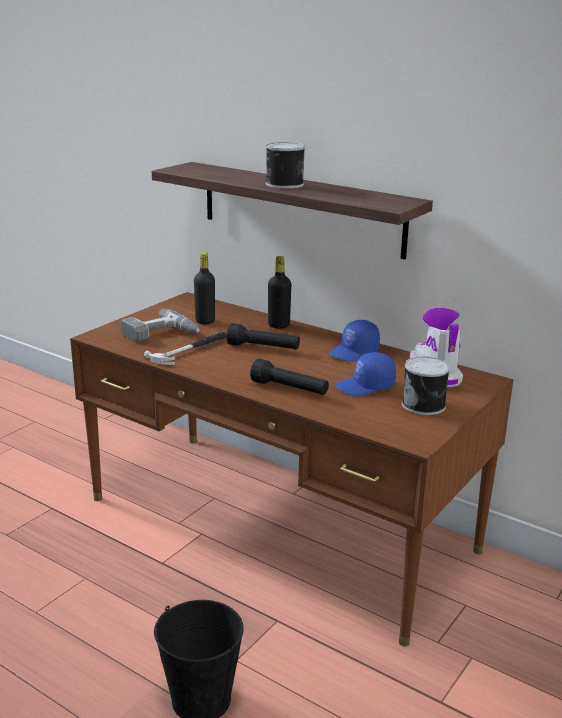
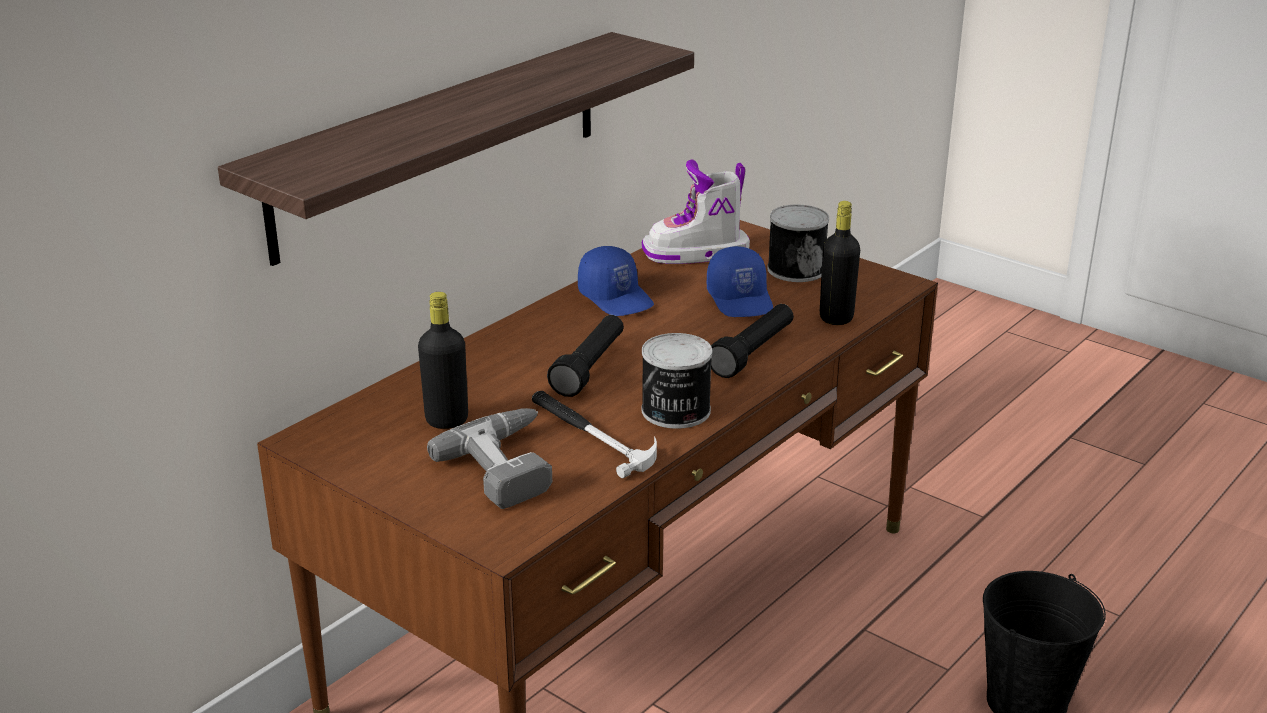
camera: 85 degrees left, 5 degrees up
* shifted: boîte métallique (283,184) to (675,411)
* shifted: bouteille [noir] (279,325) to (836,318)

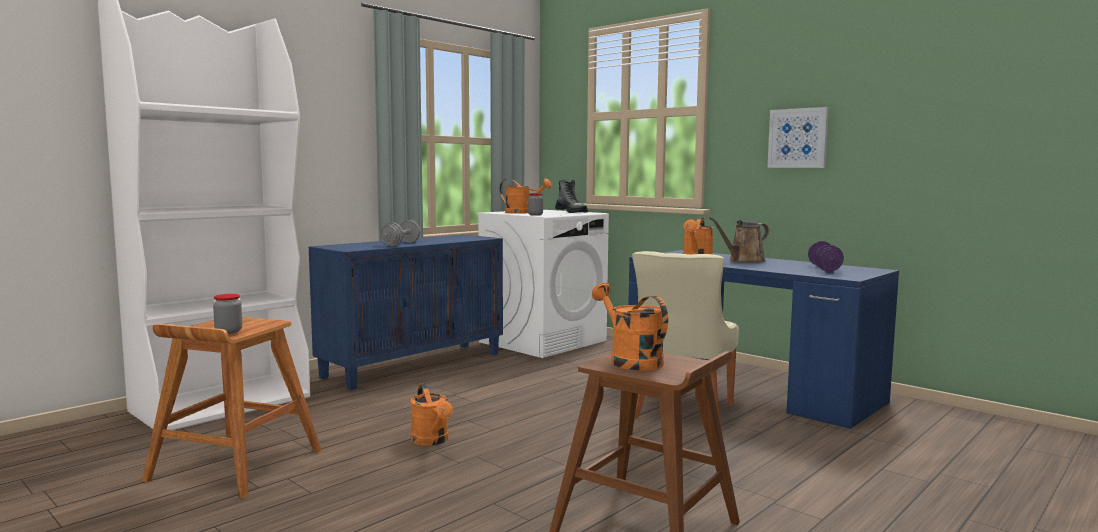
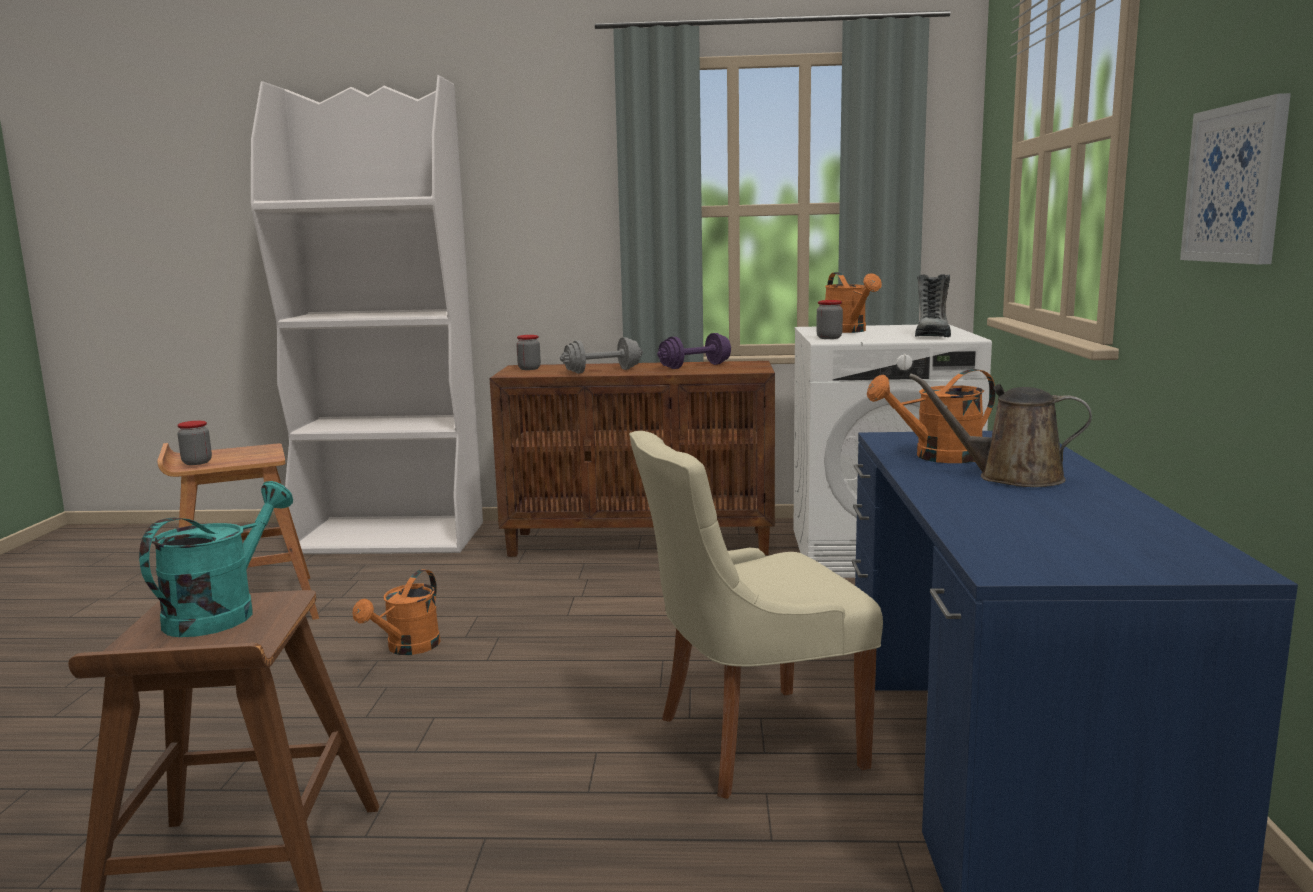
camera: 50 degrees right, 5 degrees up
* new: bocal (529,369)
* shifted: haltère [violet] (824,268) to (695,366)
* repainted: meuble de rangement [bleu] (414,365) to meuble de rangement [marron] (641,542)
* repainted: arrosoir [orange] (630,360) to arrosoir [turquoise] (222,612)

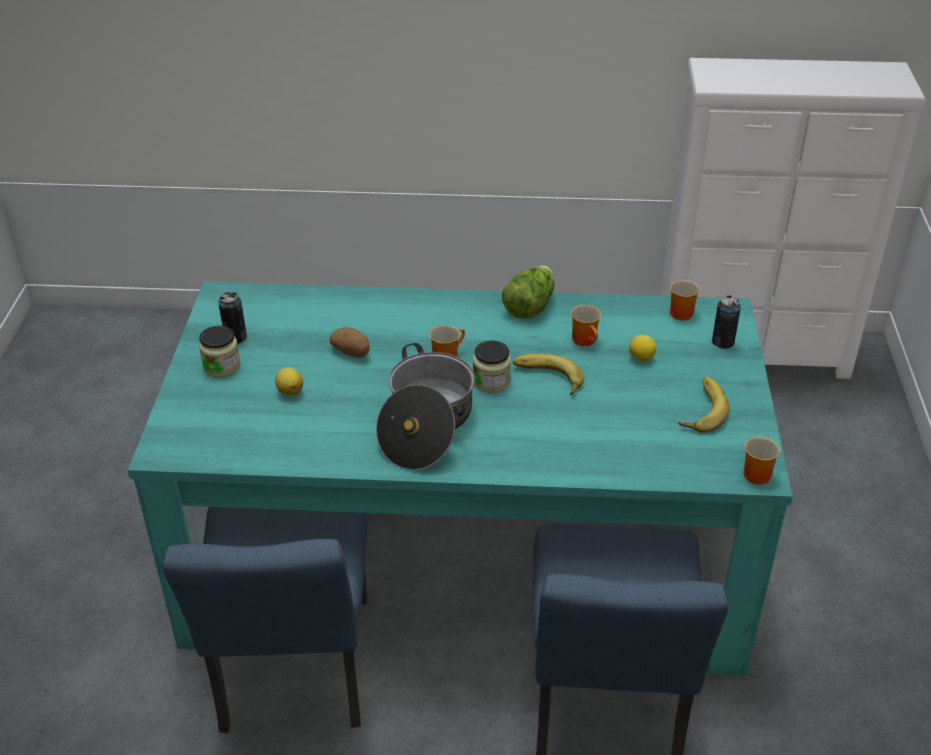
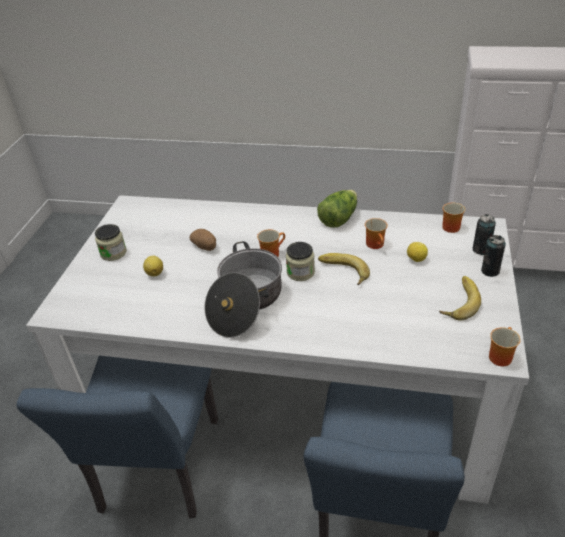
camera: 10 degrees right, 0 degrees up
* shifted: boîte métallique (235,337) to (490,271)
* repainted: table à manger [turquoise] (466,555) to table à manger [blanc] (291,392)

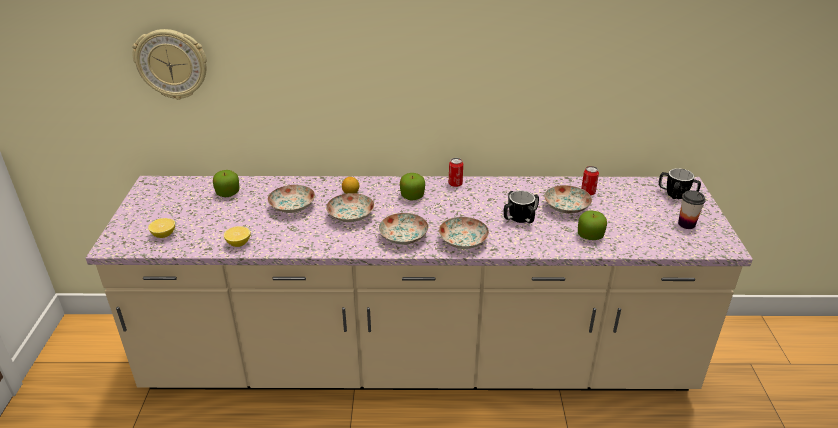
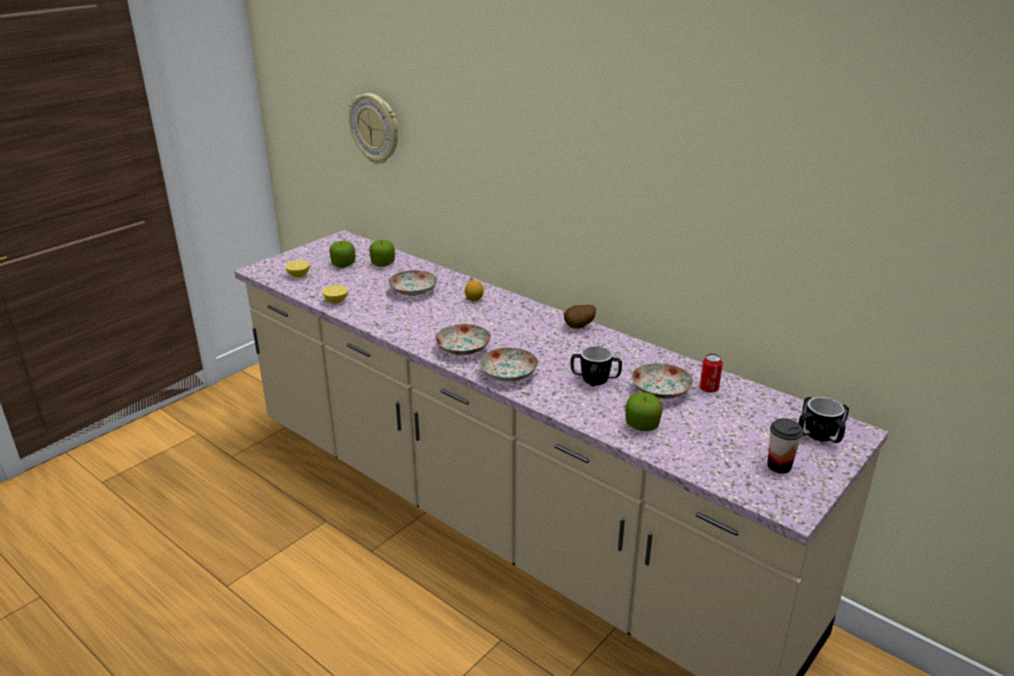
camera: 40 degrees right, 5 degrees down
* gone: assiette (351,215)
* shifted: pomme (412,196) to (343,264)
* swapped: boîte métallique (455,184) to pomme de terre (579,327)

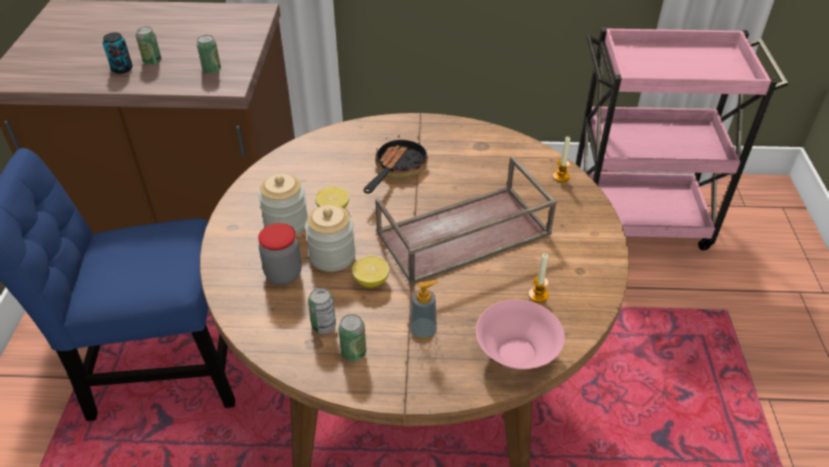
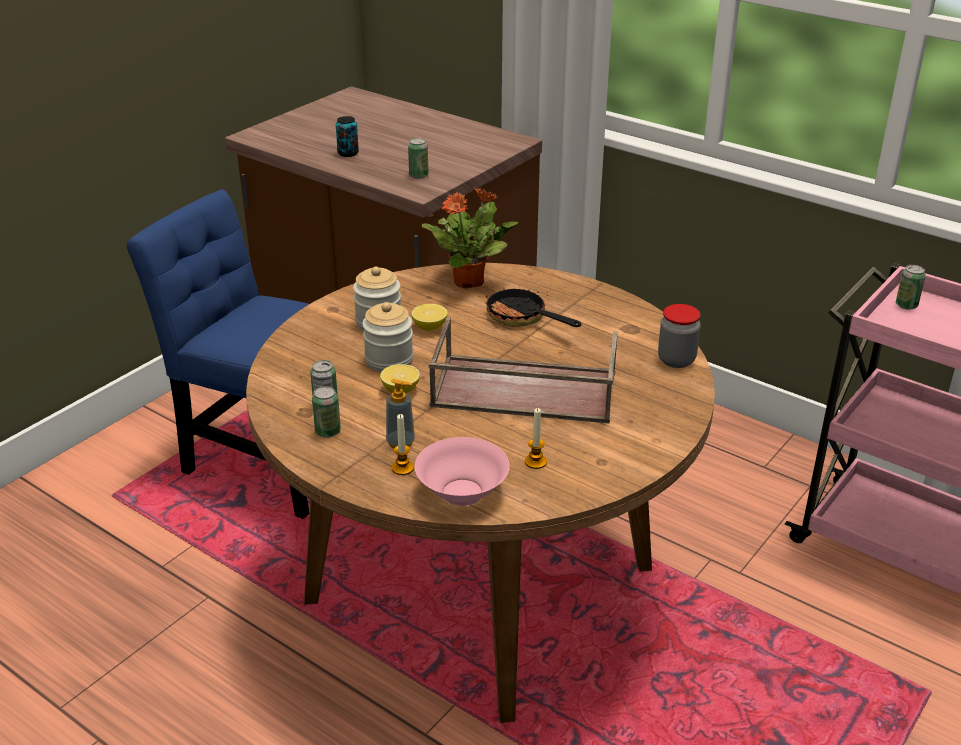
camera: 35 degrees right, 10 degrees down
* new: plante en pot (470,281)
* shifted: boîte métallique (152,61) to (906,305)
* shifted: bocal (283,274) to (676,360)
* shifted: bougie (561,177) to (402,468)
* rotated: poêle (396,169) = (522,318) 105 degrees counterclockwise

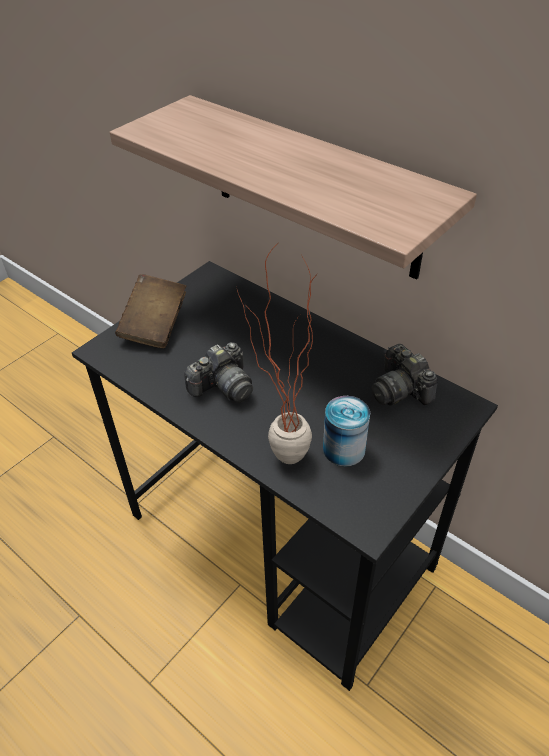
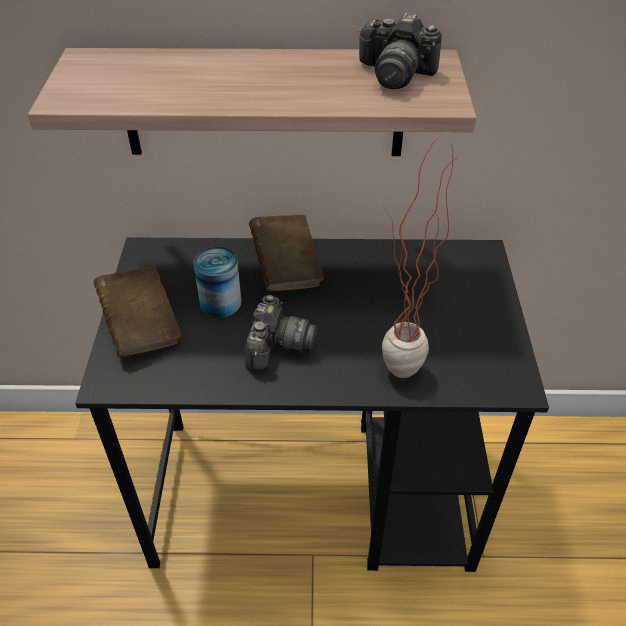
camera: 40 degrees left, 0 degrees up
* new: livre [marron] (286,268)
* shifted: boîte métallique (344,449) to (220,302)
* shifted: appareil photo (400,390) to (395,74)

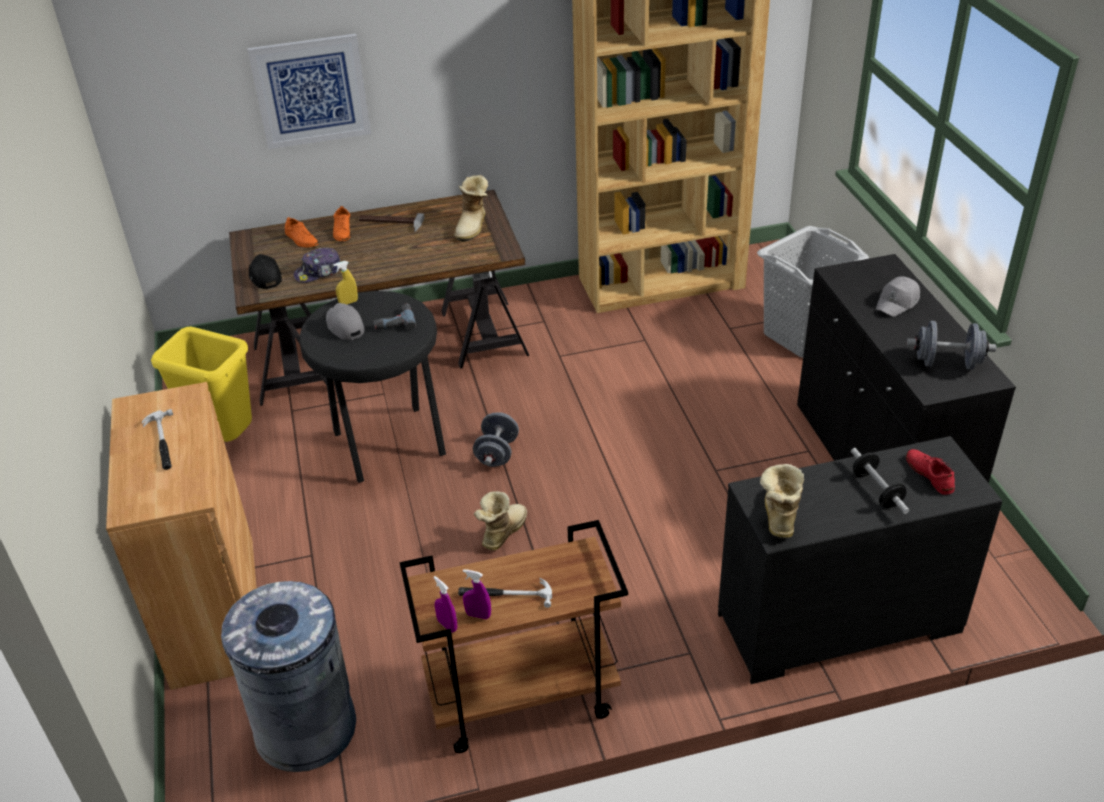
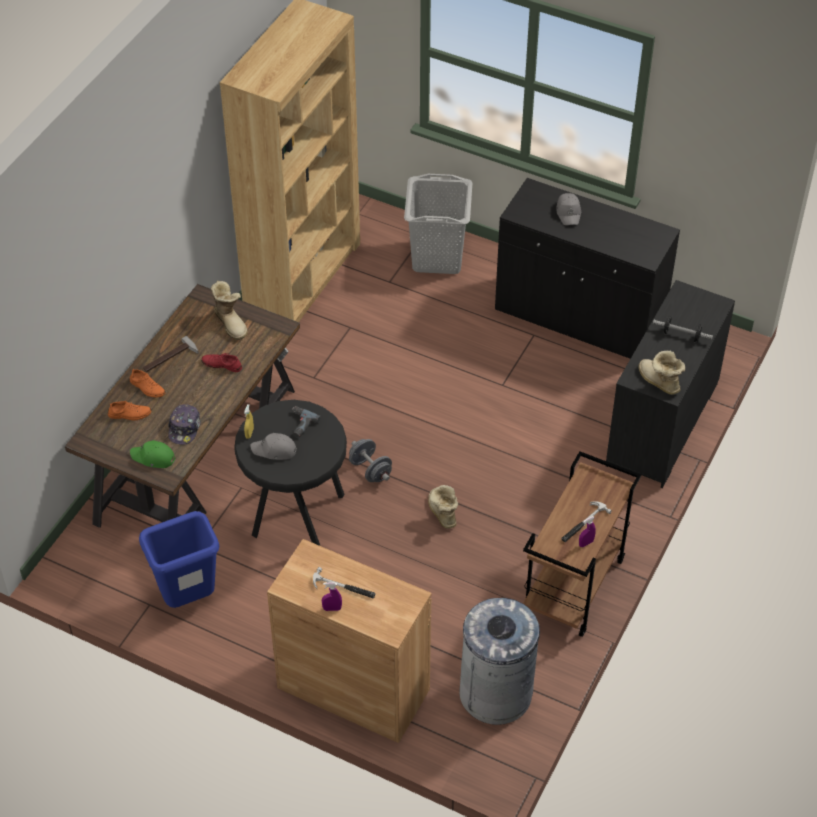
camera: 50 degrees left, 10 degrees up
* gone: tableau (311,91)
* gone: haltère [gris] (947,363)
* shifted: vaporisateur [violet] (447,625) to (332,608)
* shifted: chaussure [rouge] (929,474) to (222,364)
* repainted: poubelle [jaune] (225,441) to poubelle [bleu] (189,598)
* repainted: casquette [noir] (264,276) to casquette [vert] (153,458)

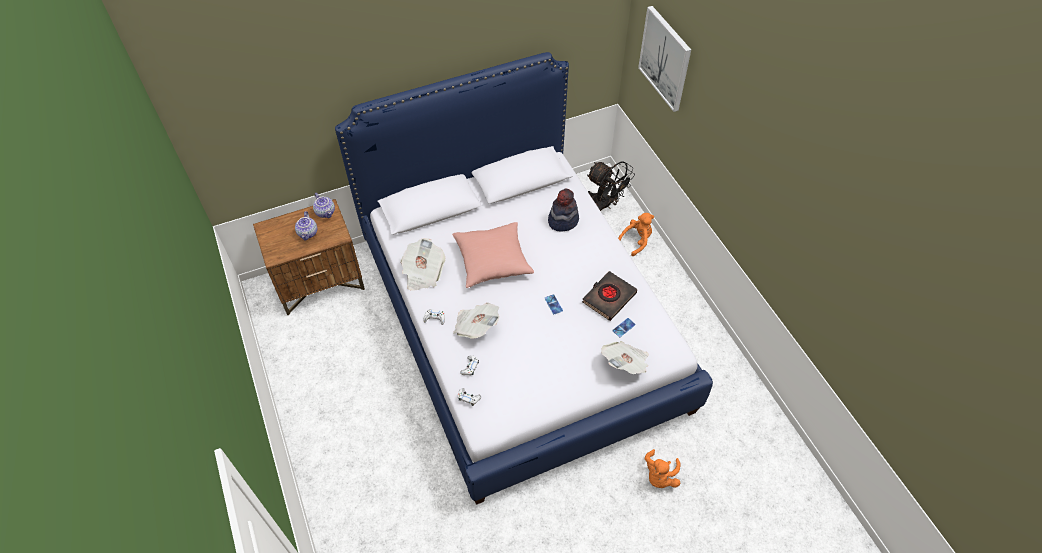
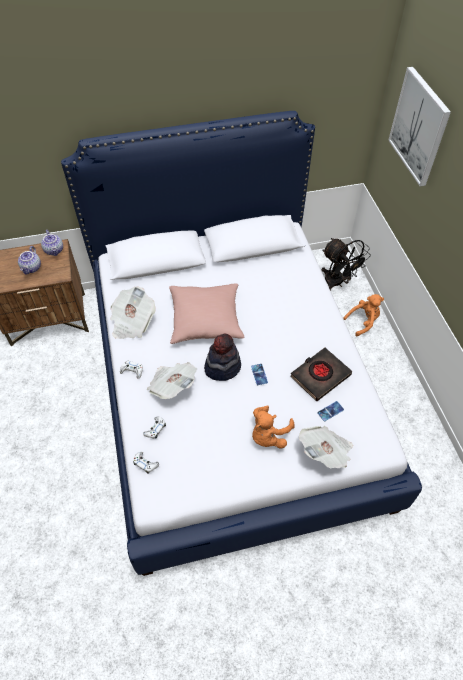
camera: 10 degrees right, 0 degrees up
* shifted: chapeau (563,220) to (222,367)
* shifted: peluche [orange] (659,476) to (268,435)

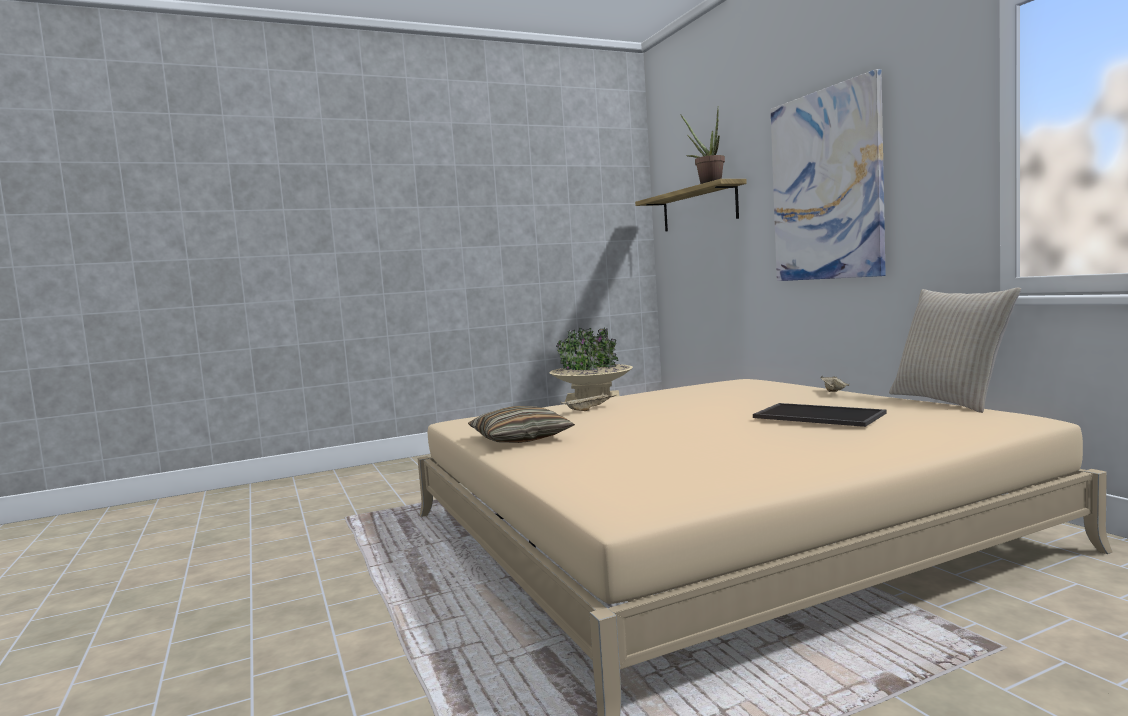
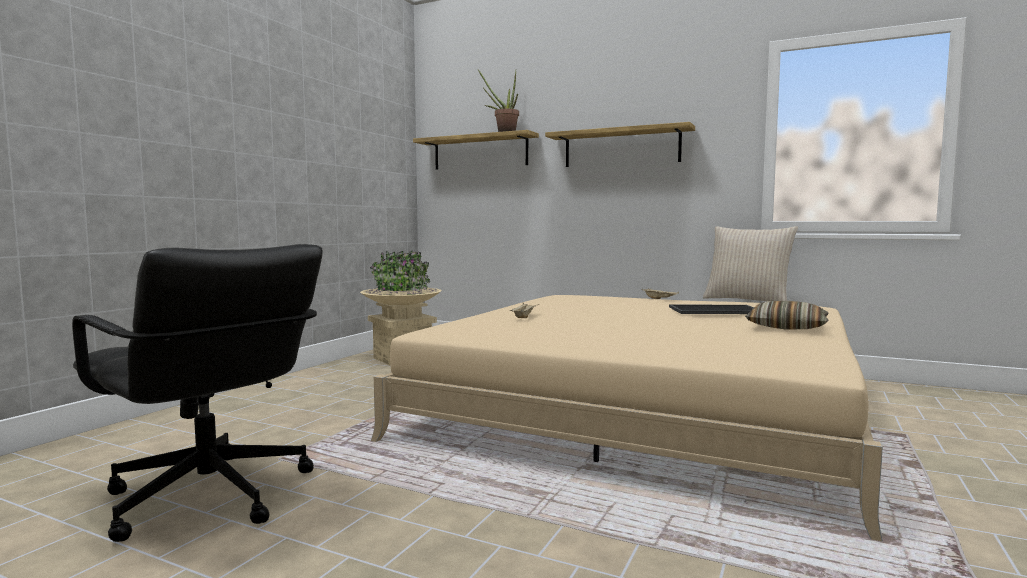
camera: 40 degrees left, 0 degrees up
* new: chaise de bureau [noir] (209,497)
* shifted: coussin (520,439) to (786,327)
* swapped: tableau (826,186) to étagère (621,148)

